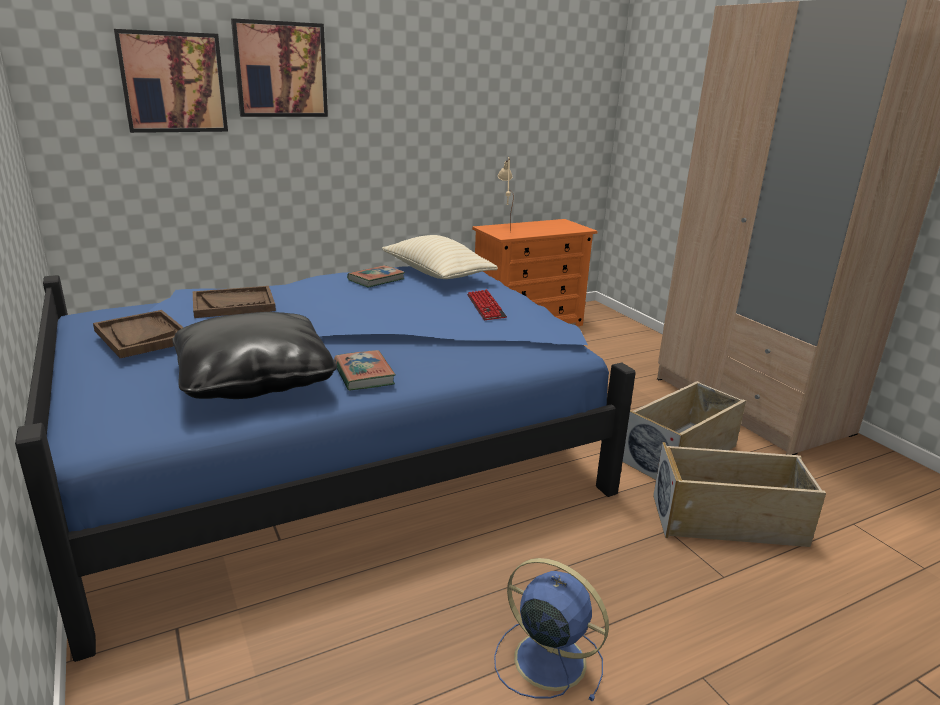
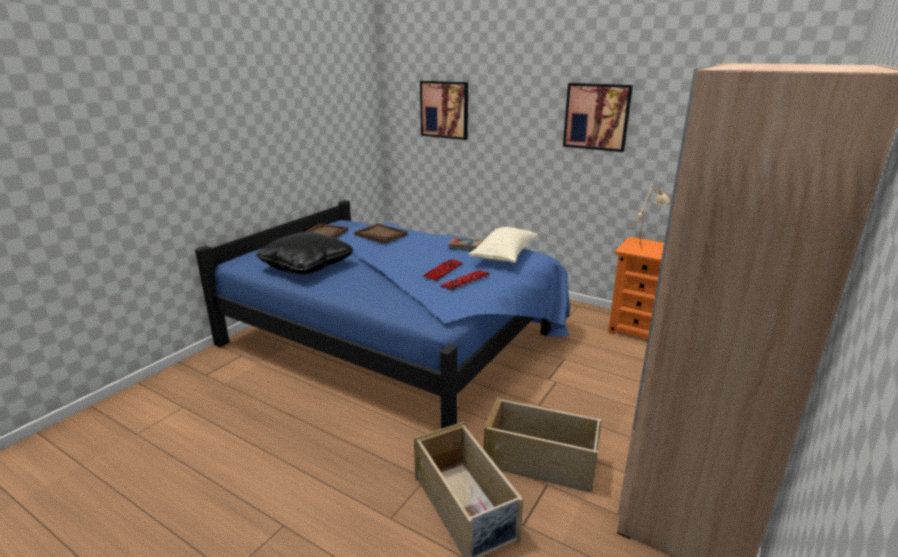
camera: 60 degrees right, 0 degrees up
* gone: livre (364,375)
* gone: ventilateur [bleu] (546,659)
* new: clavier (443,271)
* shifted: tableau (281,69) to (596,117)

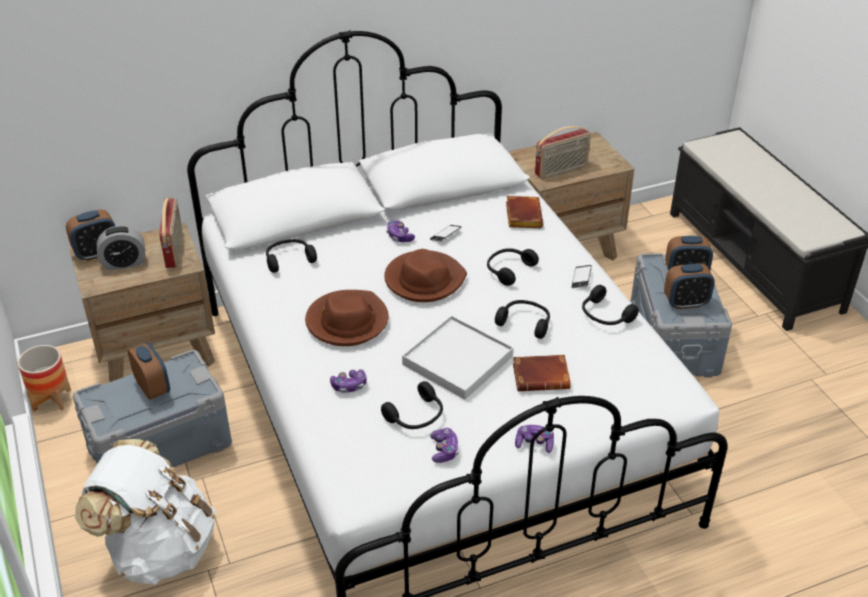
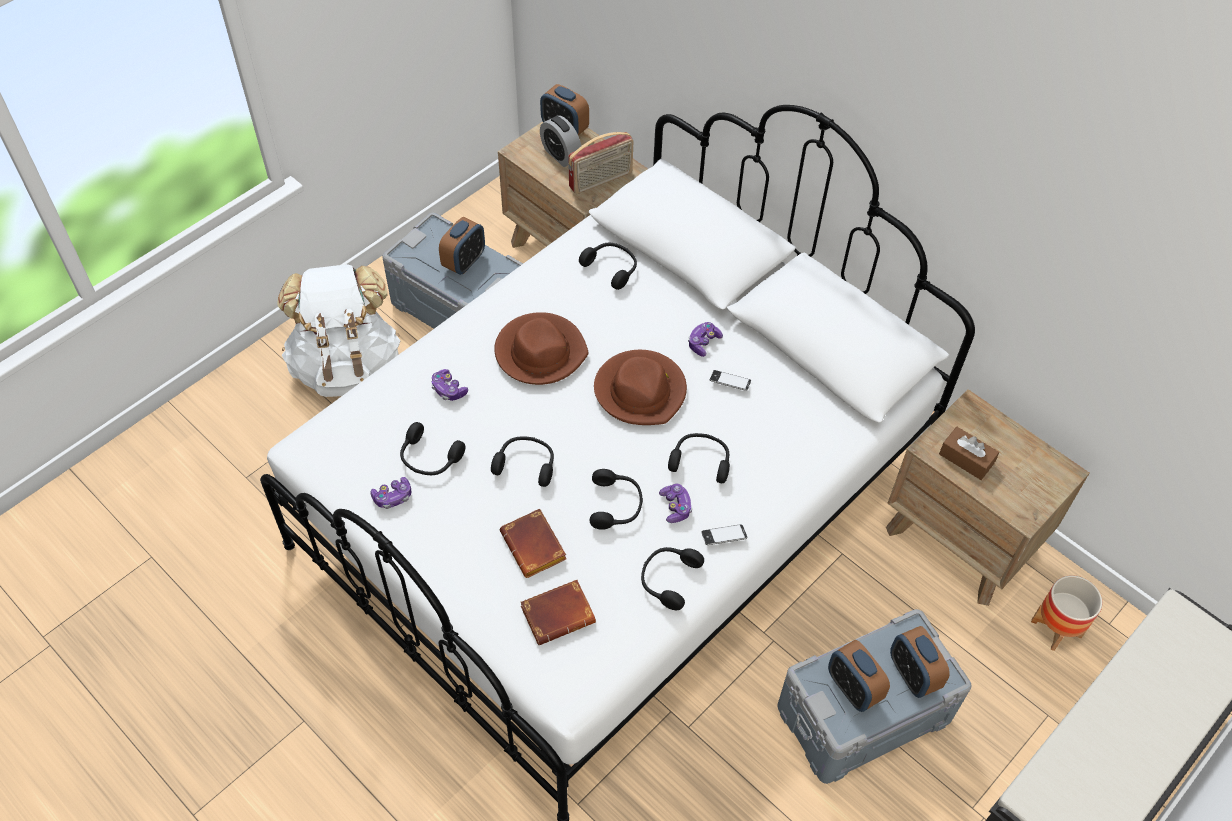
camera: 65 degrees right, 15 degrees up
* shifted: cache-pot (51,399) to (1056,628)
* shifted: livre [marron] (522,215) to (559,613)
* shifted: manette (534,443) to (675,507)
* swapped: plateau [blanc] (457,360) to casque audio [noir] (526,464)
* swapped: radio (561,170) to boîte à mouchoirs [marron] (966,459)

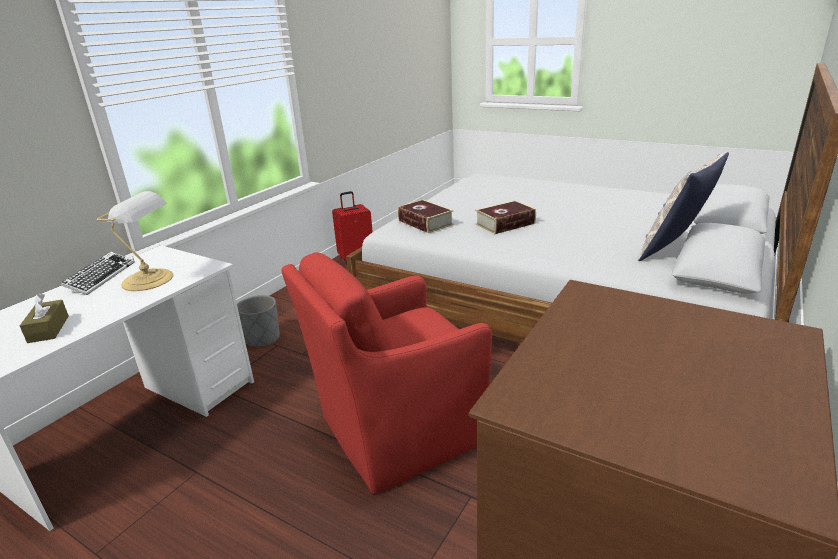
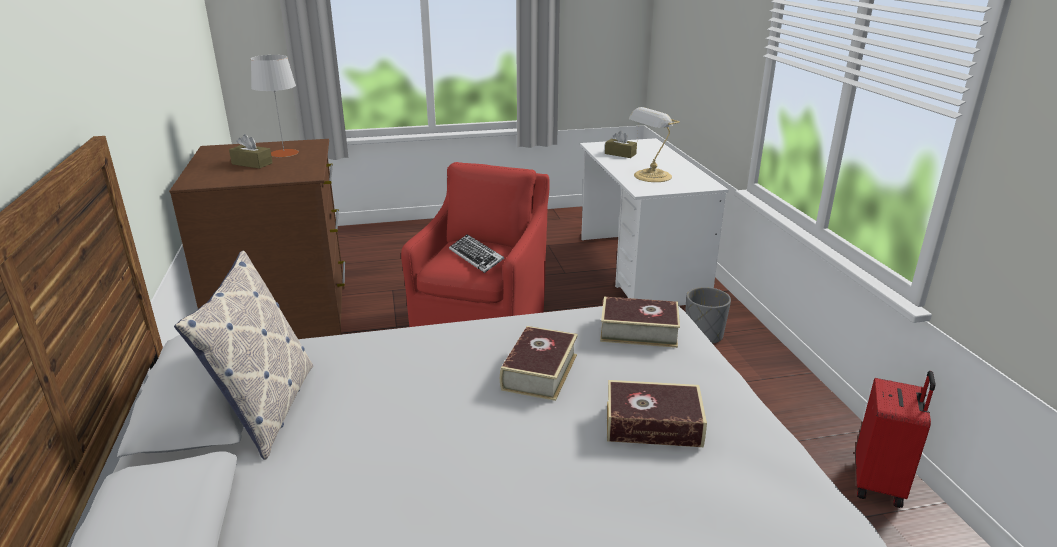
camera: 135 degrees right, 0 degrees up
* new: boîte à mouchoirs [marron] (252,163)
* new: lampe de table [gris] (284,153)
* new: livre (653,424)
* shifted: clavier (100,277) to (476,257)

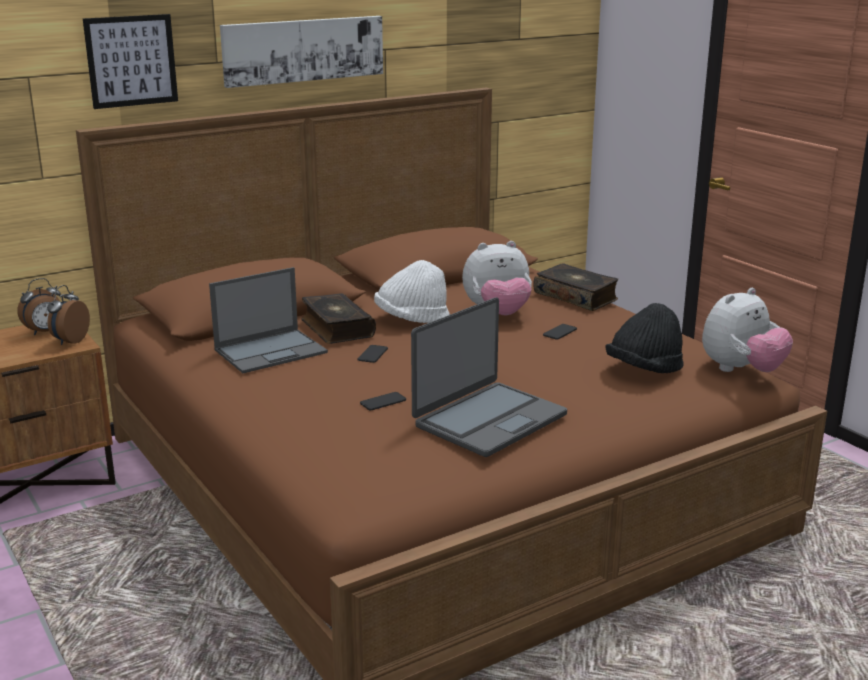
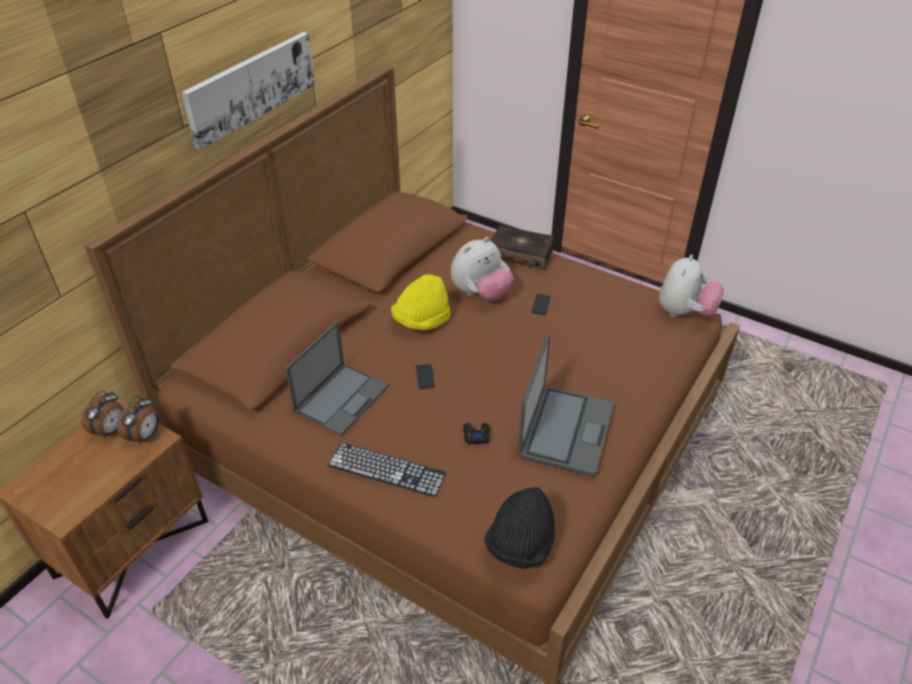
camera: 25 degrees left, 20 degrees up
* gone: tableau (131,61)
* gone: livre (336,328)
* new: clavier (386,469)
* shifted: chapeau [noir] (644,370) to (520,544)
* swapped: téléphone (383,402) to manette [noir] (476,435)
* repainted: chapeau [blanc] (411,319) to chapeau [jaune] (421,321)
* rotated: réveil (69,341) = (145,436) 150 degrees counterclockwise

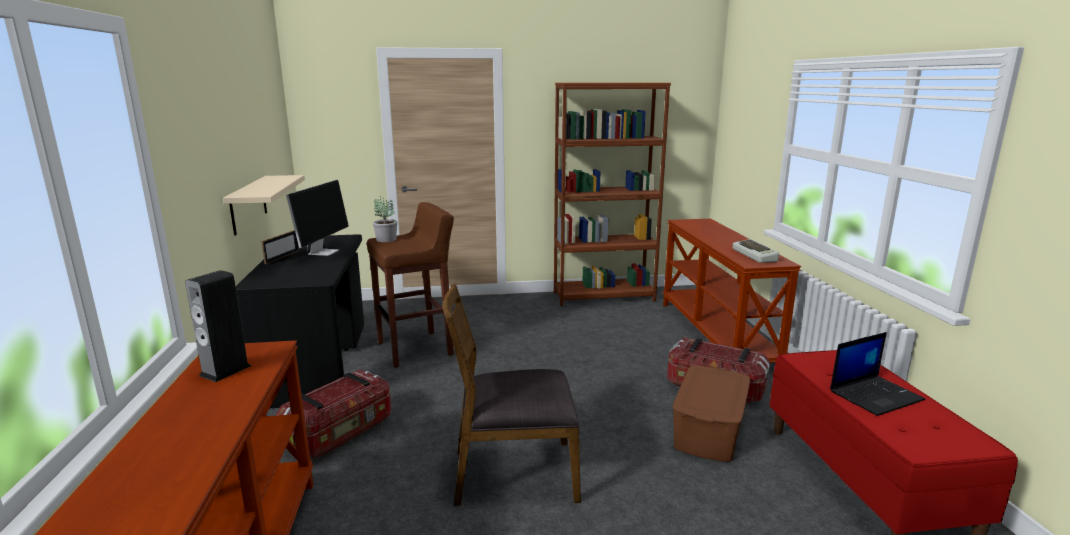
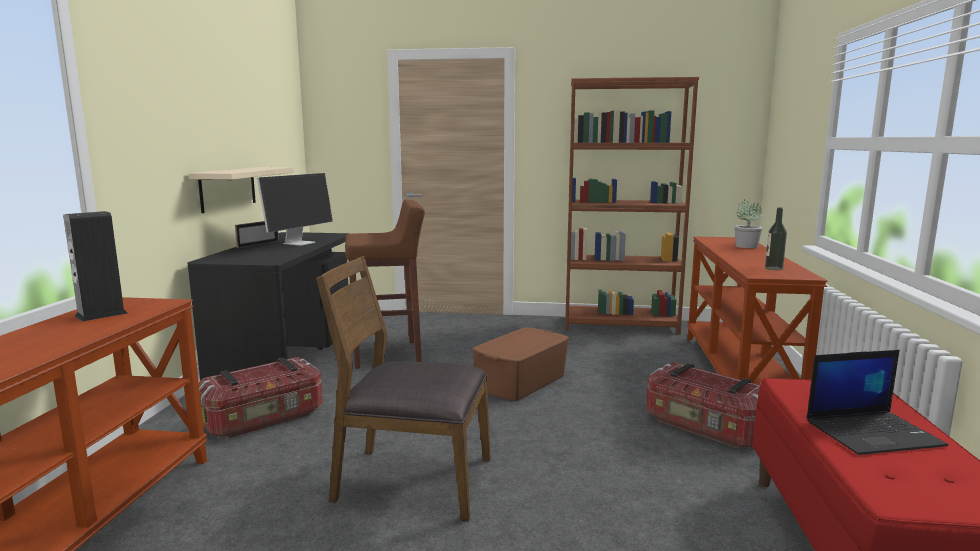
camera: 15 degrees right, 5 degrees down
* shifted: plante en pot (385,239) to (746,246)
* shifted: boîte de rangement [marron] (708,431) to (520,381)
* swapped: clavier (755,255) to bouteille (773,268)

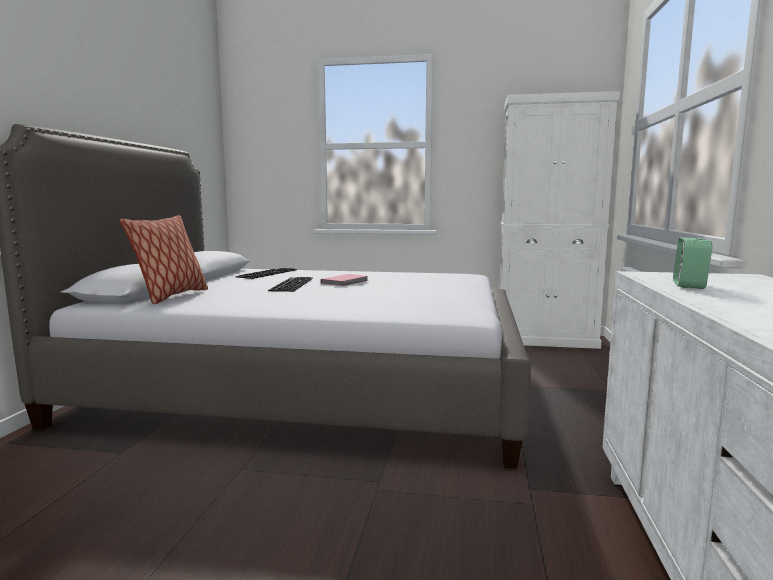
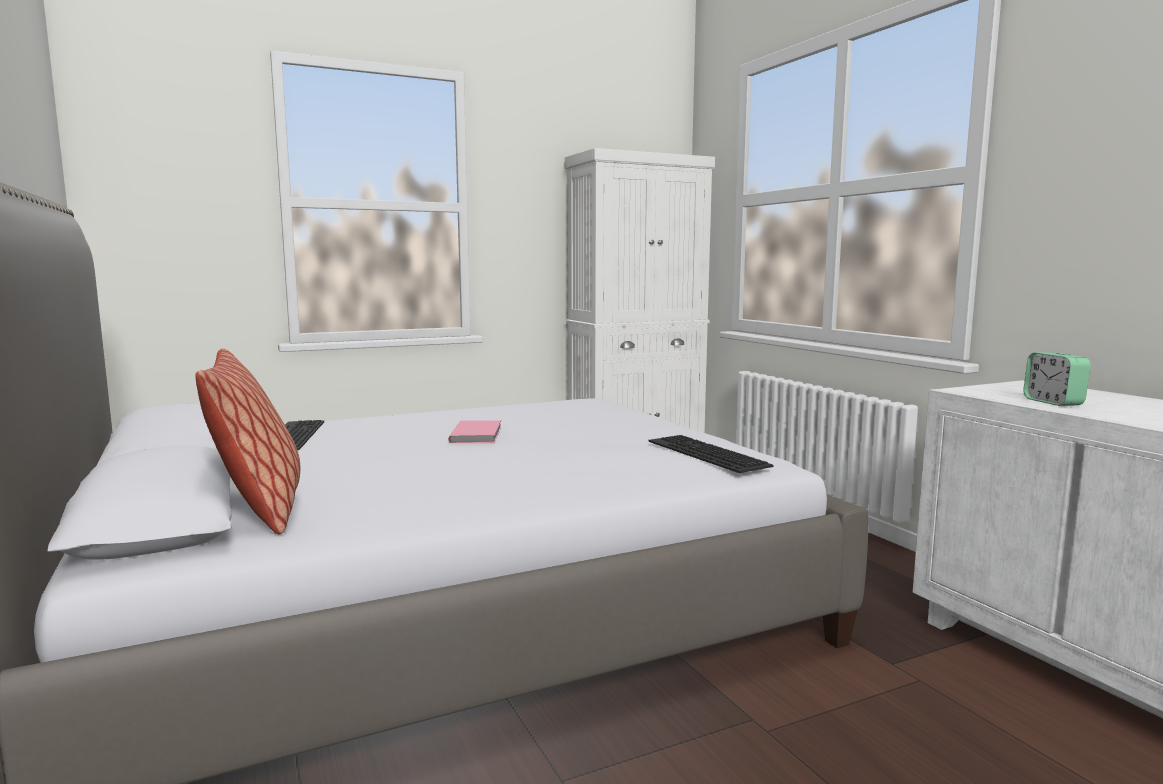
camera: 35 degrees left, 0 degrees up
* shifted: clavier (290,284) to (703,453)

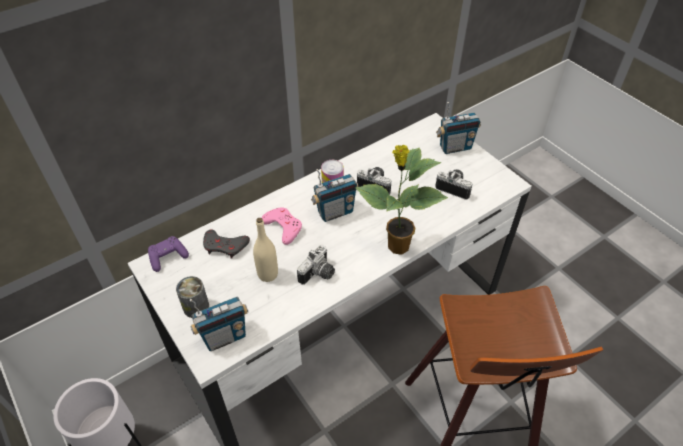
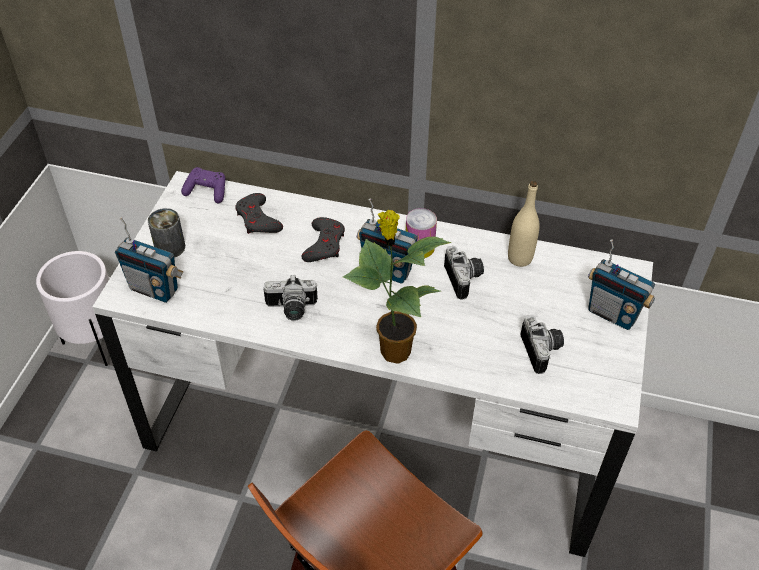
camera: 50 degrees right, 0 degrees up
* shifted: bouteille [beige] (268,274) to (520,258)
* repainted: manette [rose] (283,227) to manette [gris] (324,244)

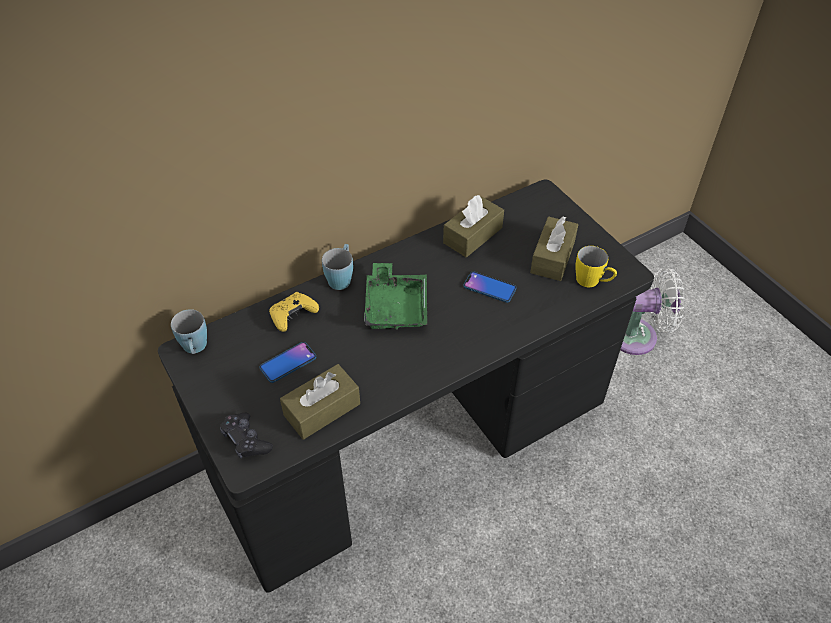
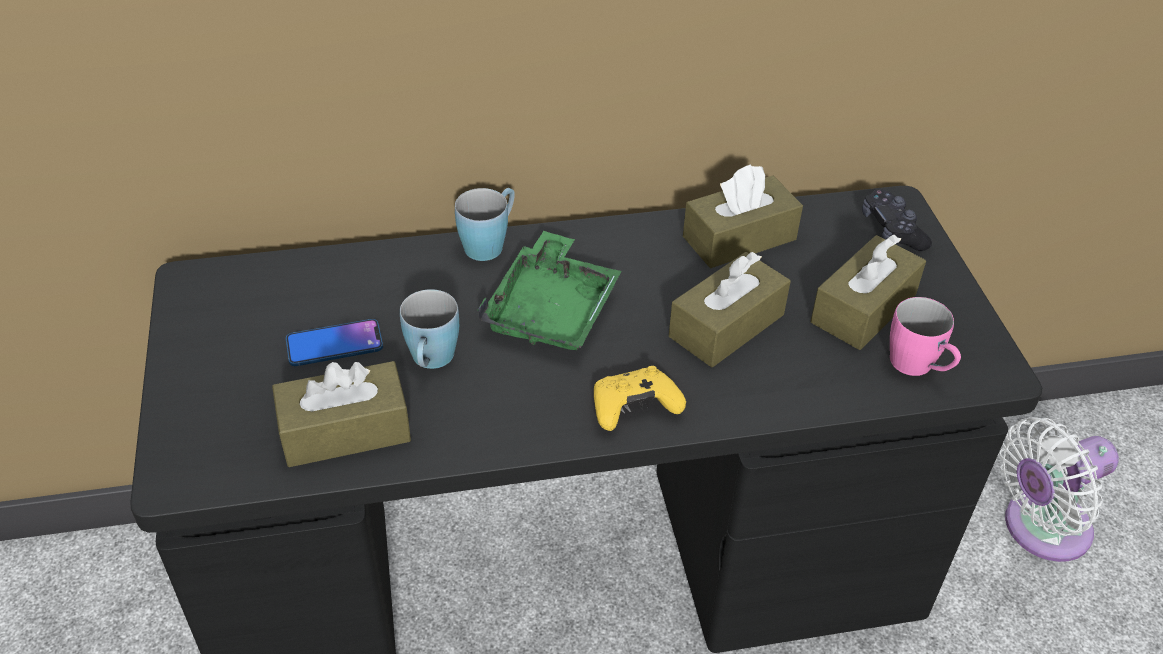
camera: 20 degrees right, 5 degrees down
* shifted: mug [bleu] (195,349) to (431,361)
* shifted: manette [noir] (246,440) to (892,230)
* shifted: manette [jaune] (293,316) to (634,408)
* swapped: téléphone (489,287) to boîte à mouchoirs [marron] (726,325)
* repainted: mug [jaune] (592,281) to mug [rose] (919,367)
* rotated: ventilateur [blanc] (638,336) = (1039,529) 135 degrees clockwise

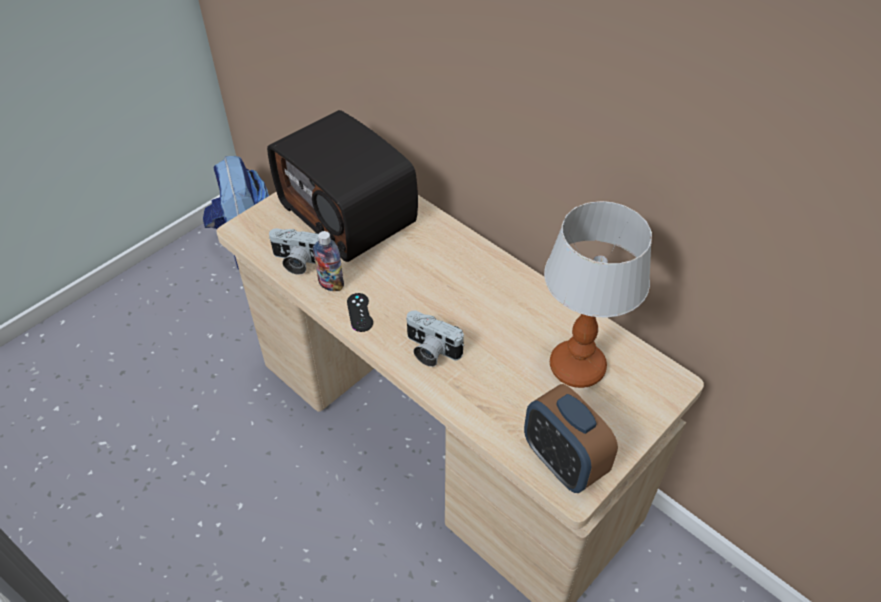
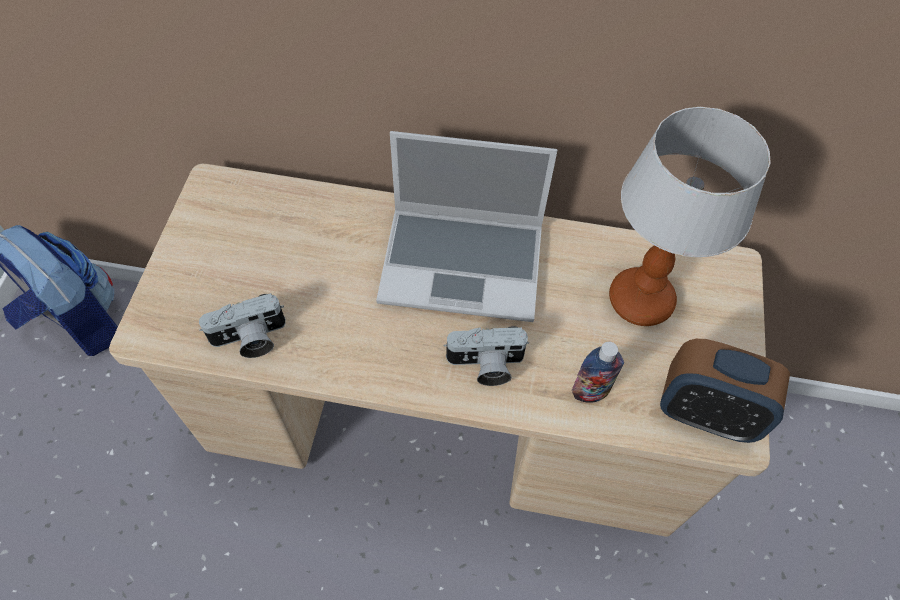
camera: 35 degrees left, 10 degrees up
* gone: radio (349,213)
* gone: manette [noir] (360,312)
* new: ordinateur portable (464,263)
* shifted: bouteille (331,284) to (590,392)

